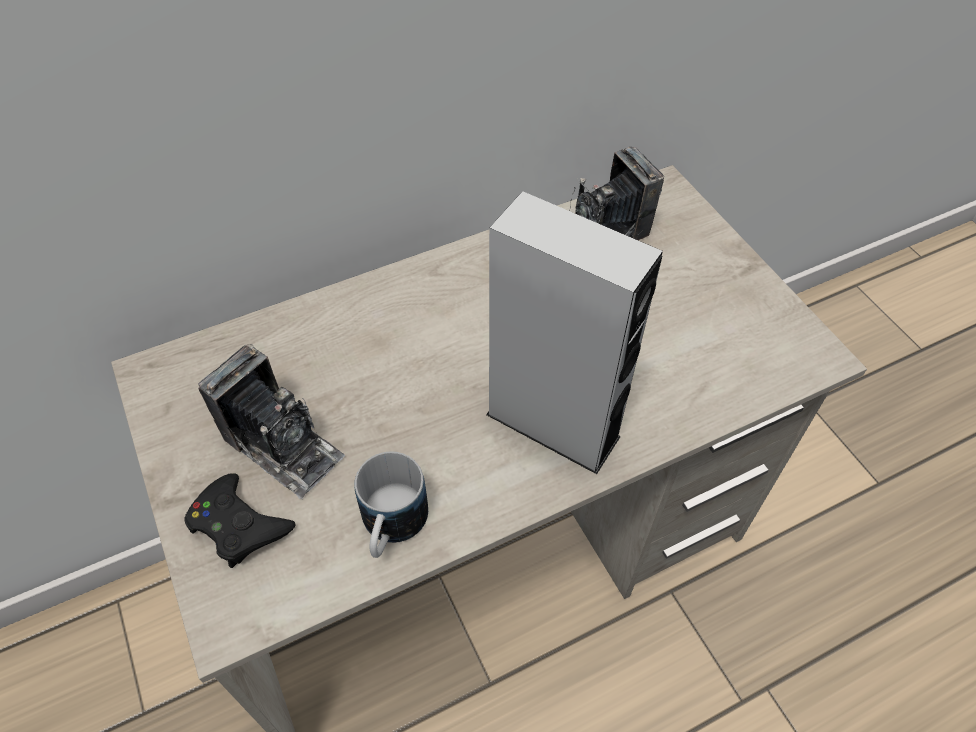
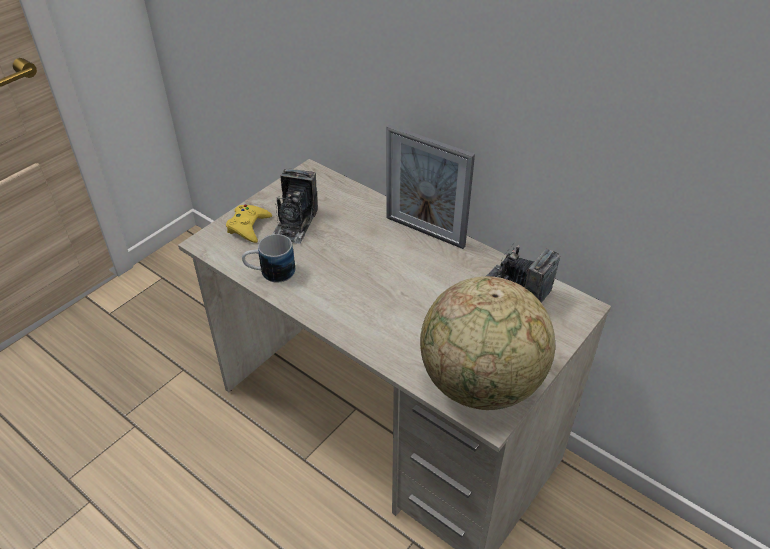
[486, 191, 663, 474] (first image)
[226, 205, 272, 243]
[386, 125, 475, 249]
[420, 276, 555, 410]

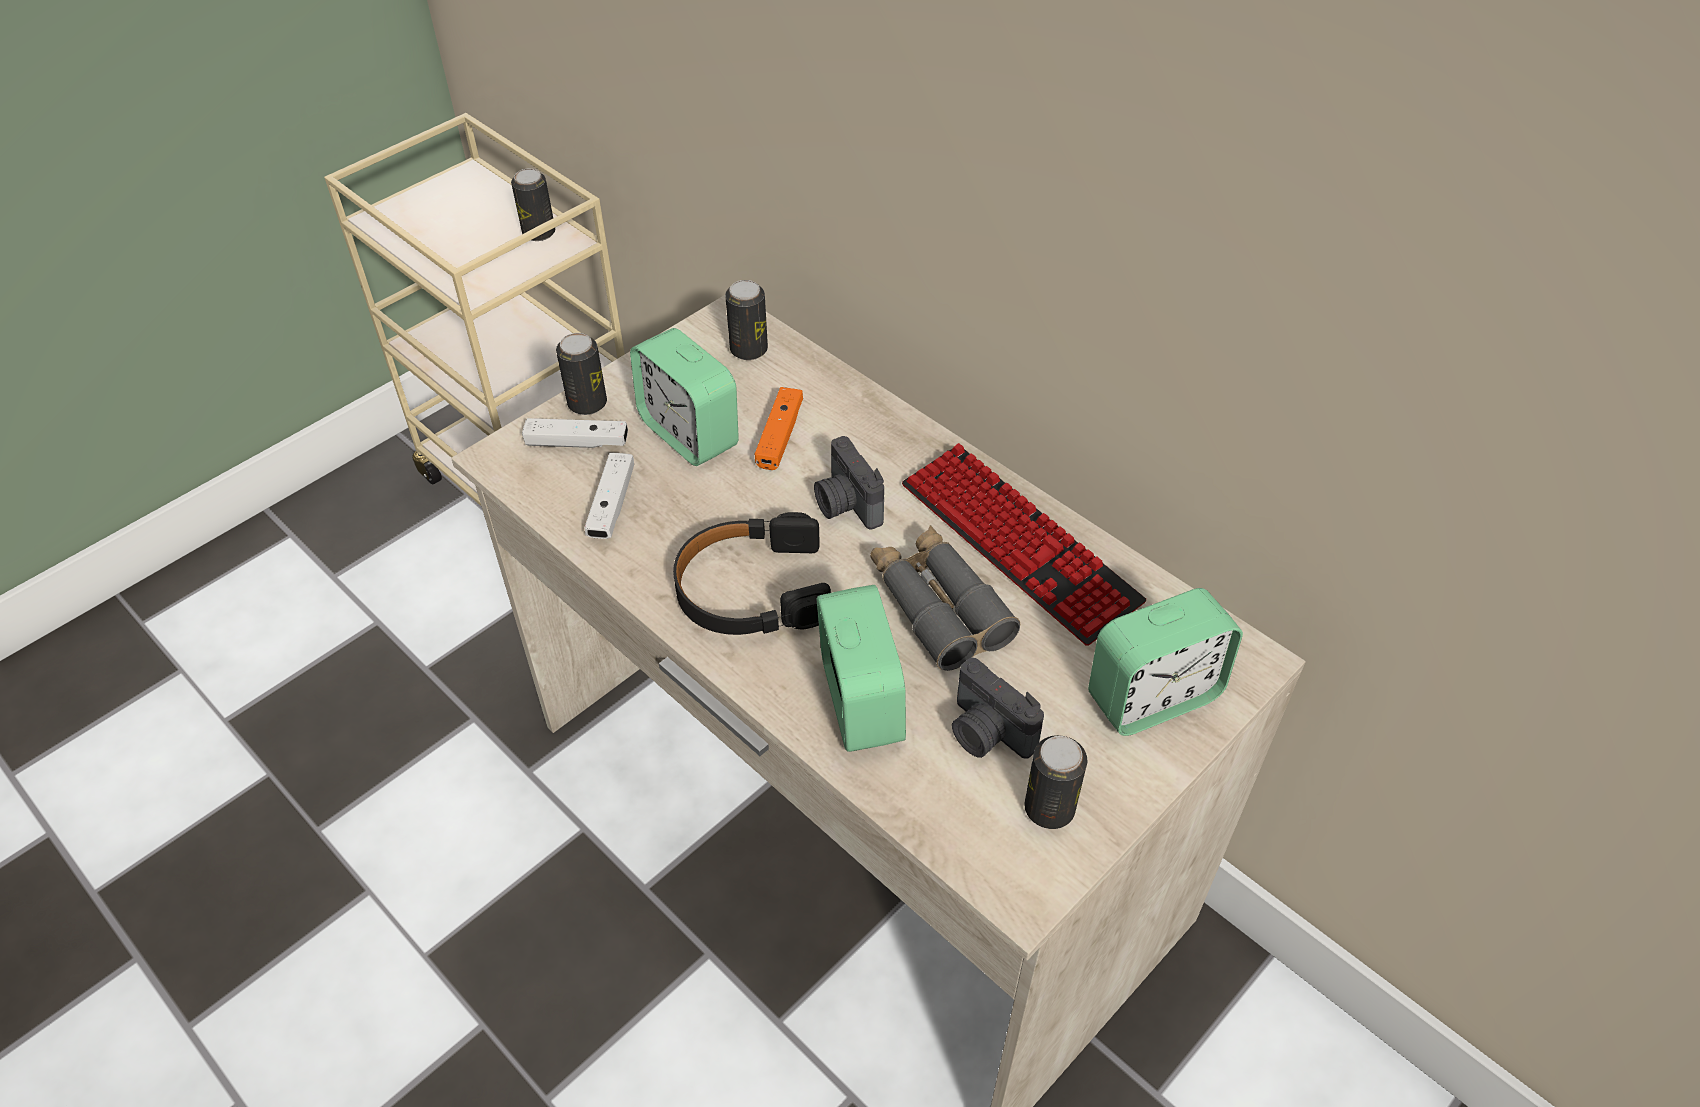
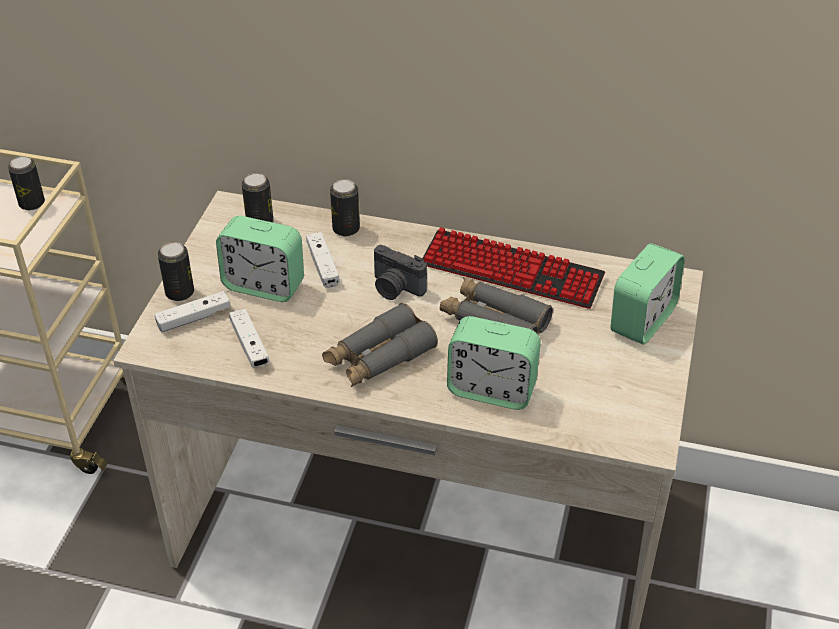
[306, 232, 339, 288]
[322, 303, 438, 387]
[447, 316, 541, 410]
[952, 658, 1044, 759] (first image)
[330, 179, 360, 236]

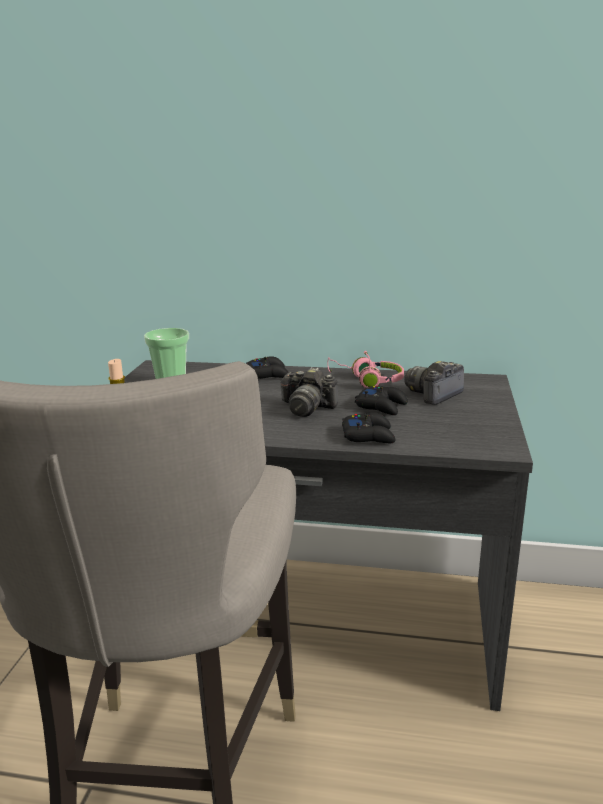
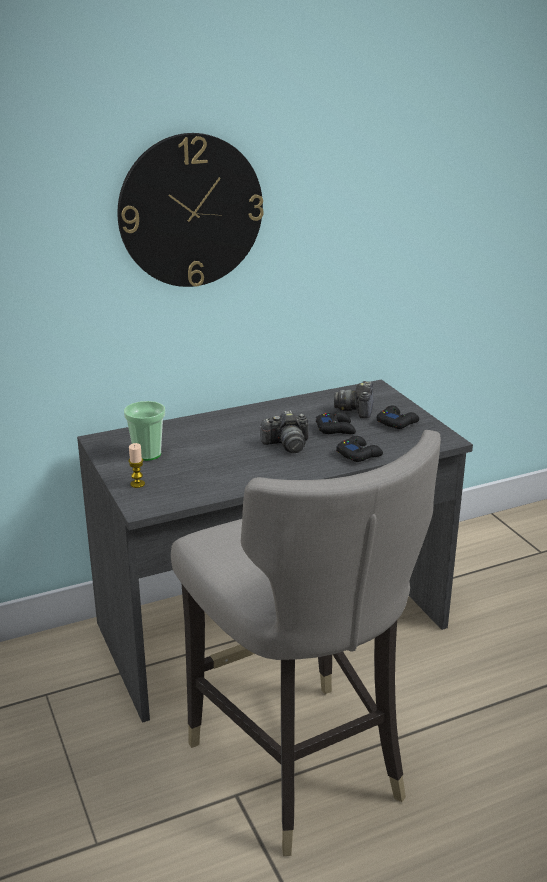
[328, 351, 404, 388] (first image)
[377, 405, 419, 429]
[117, 133, 264, 287]

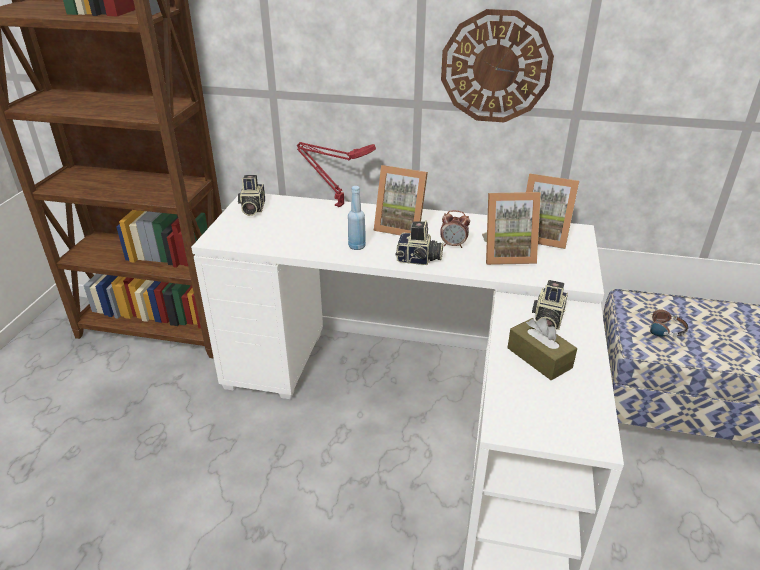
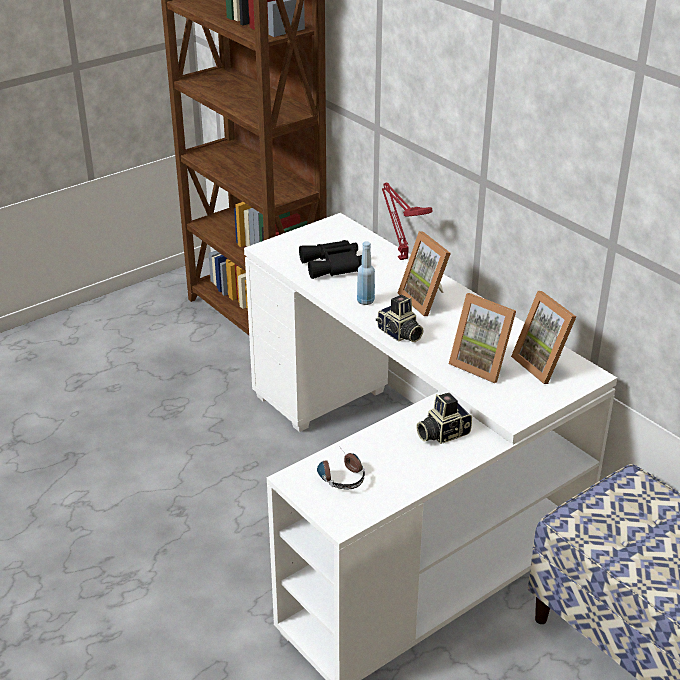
[441, 9, 554, 122] (first image)
[238, 175, 265, 216] (first image)
[440, 210, 470, 248] (first image)
[317, 445, 365, 489]
[508, 318, 577, 380] (first image)
[299, 240, 362, 279]

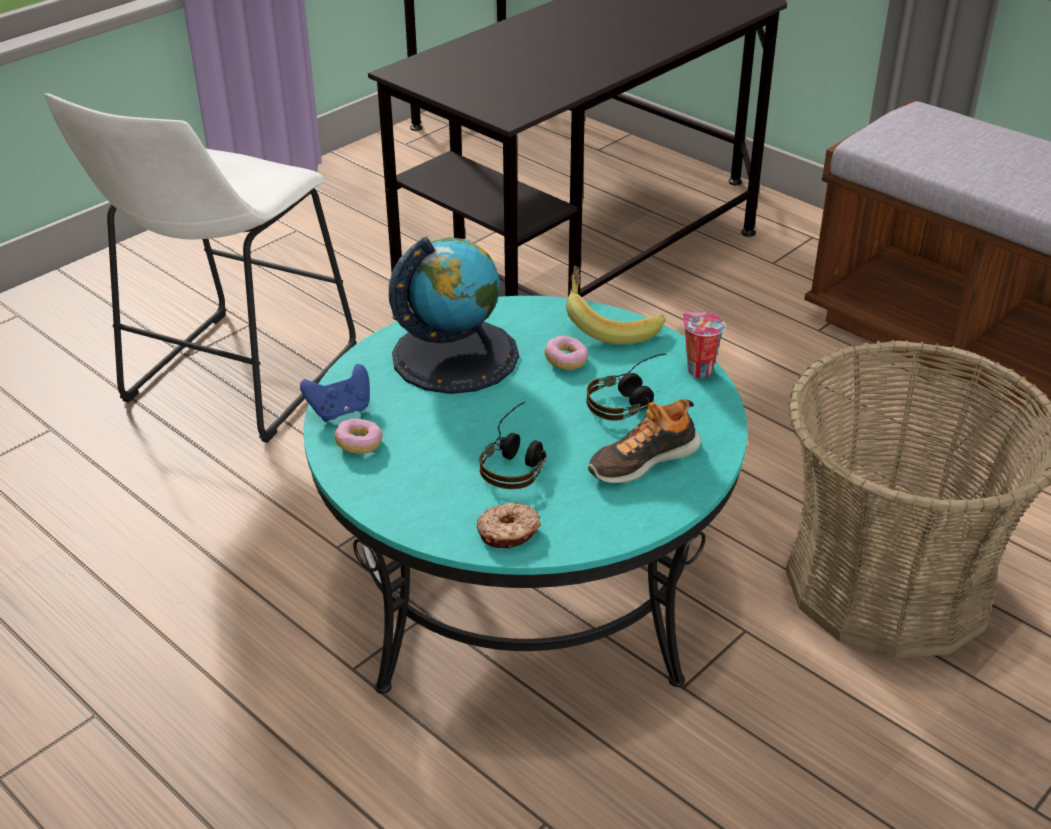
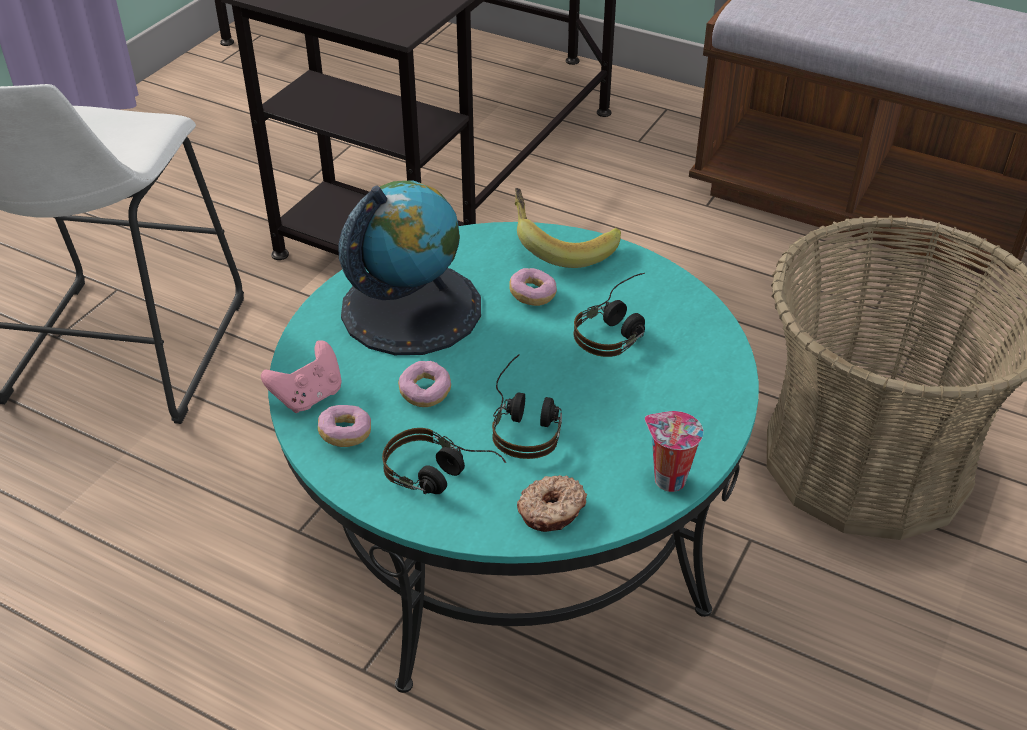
[645, 411, 704, 492]
[261, 340, 342, 413]
[588, 399, 701, 484] (first image)
[398, 361, 451, 407]
[382, 428, 506, 494]

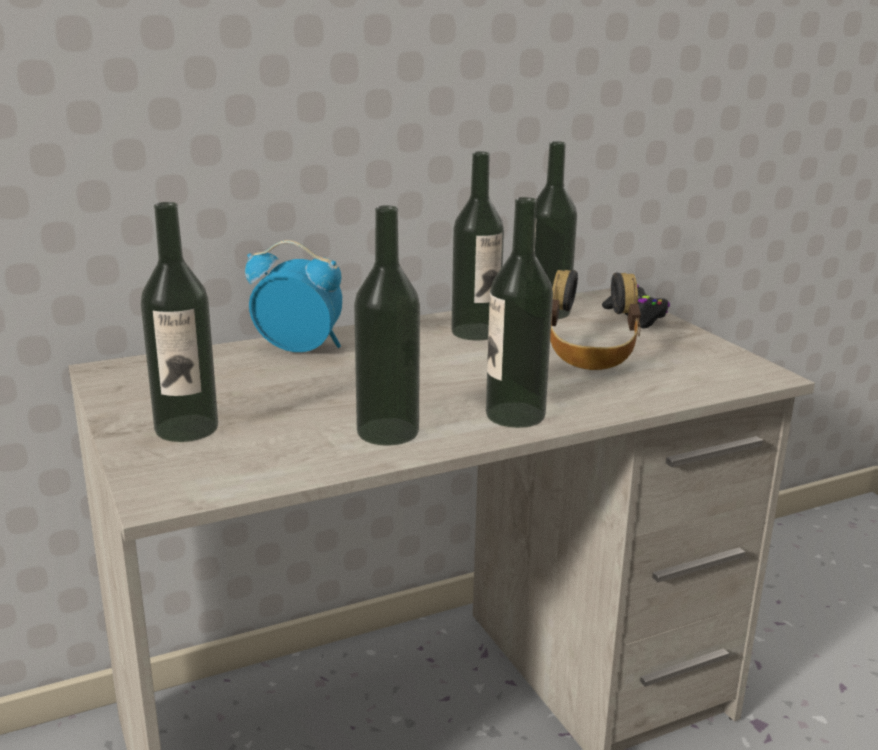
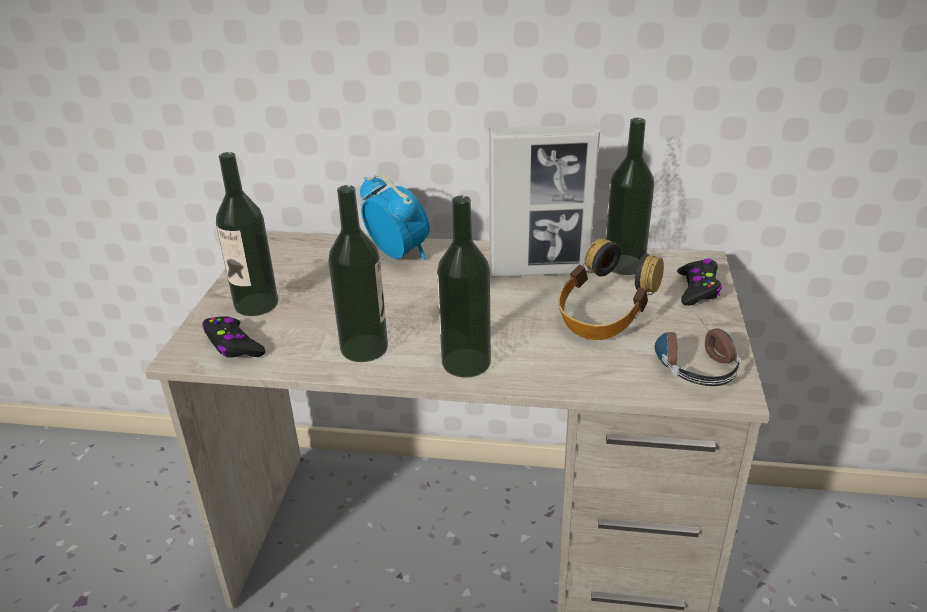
[489, 124, 600, 277]
[202, 316, 266, 358]
[655, 318, 741, 386]

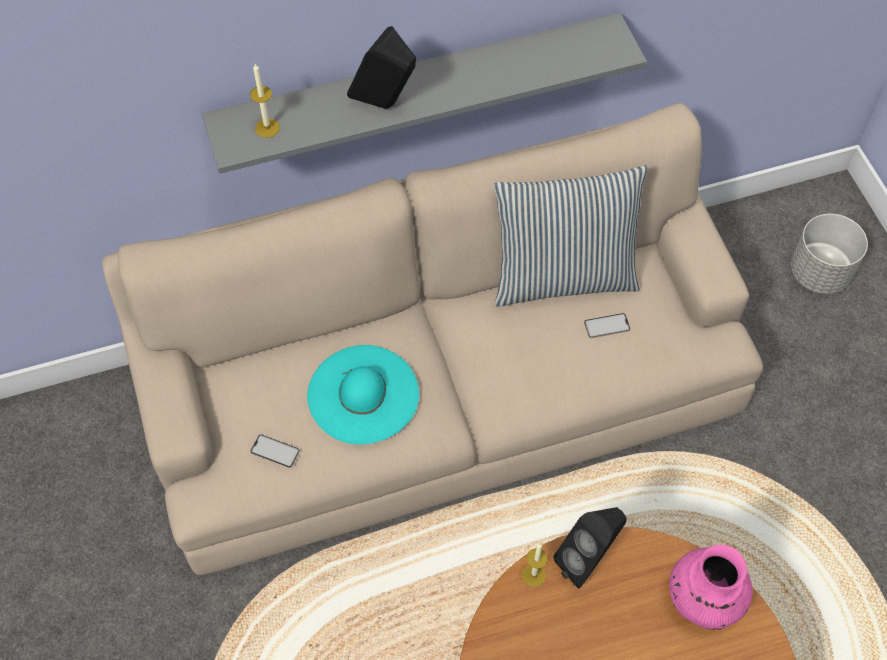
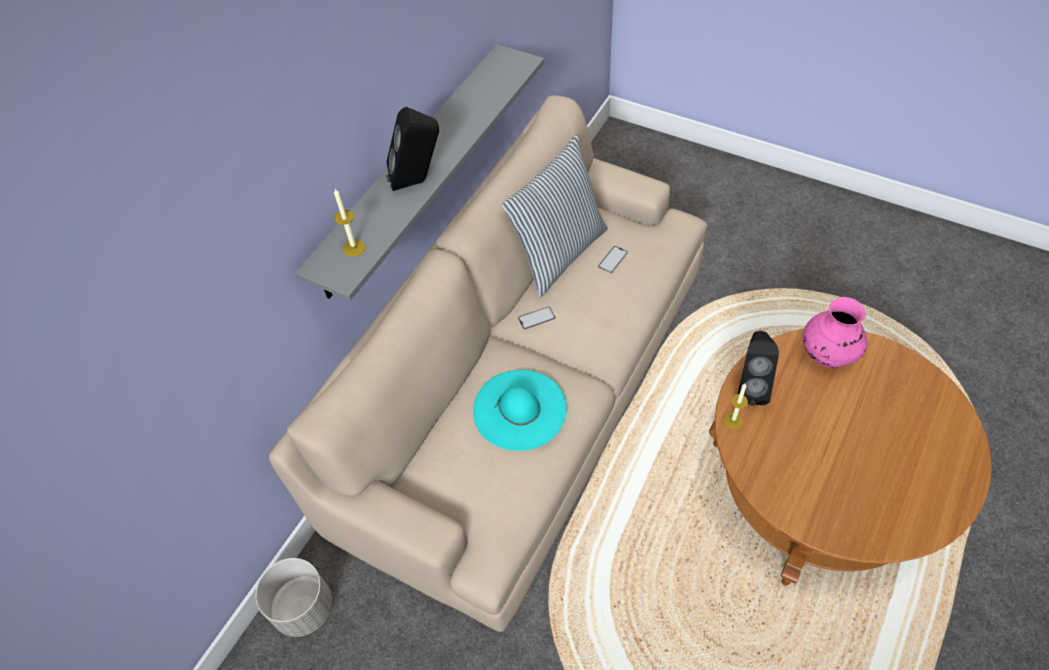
[255, 558, 332, 637]
[518, 306, 555, 330]

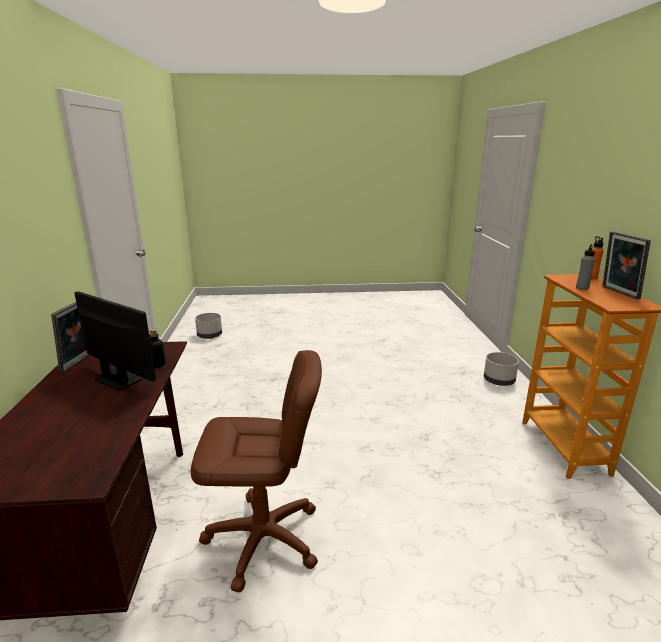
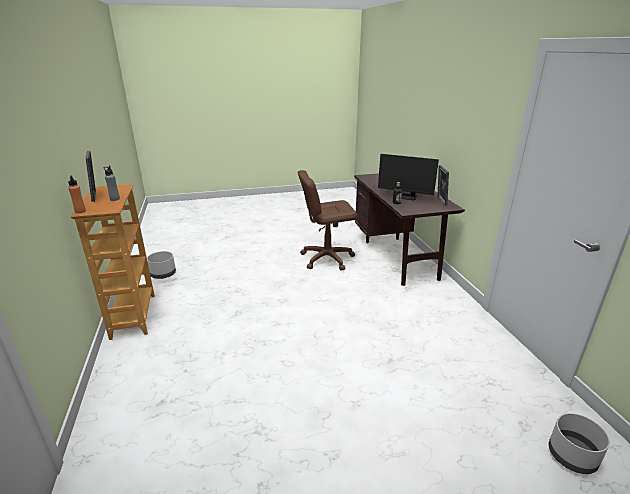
[147, 251, 176, 279]

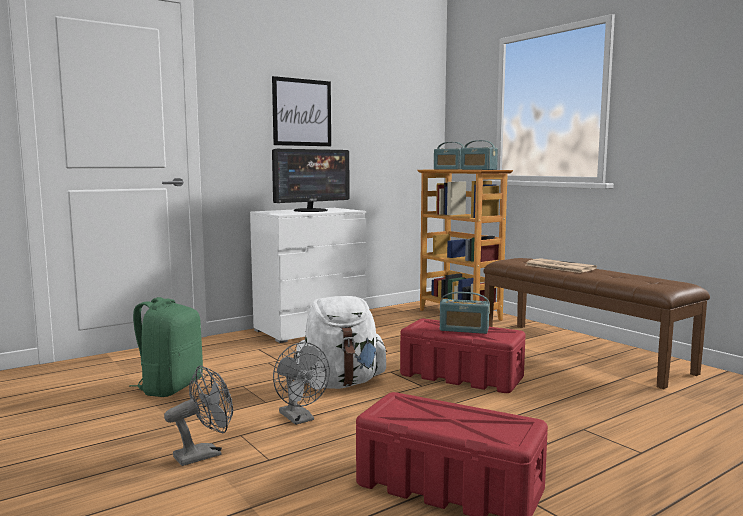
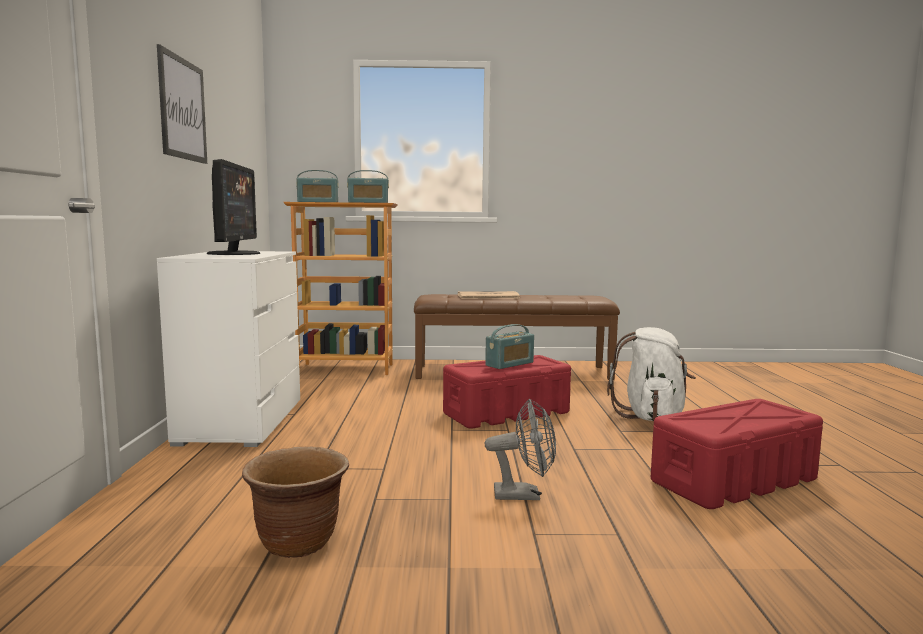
[607, 327, 696, 421]
[242, 446, 349, 558]
[164, 365, 233, 466] (first image)

